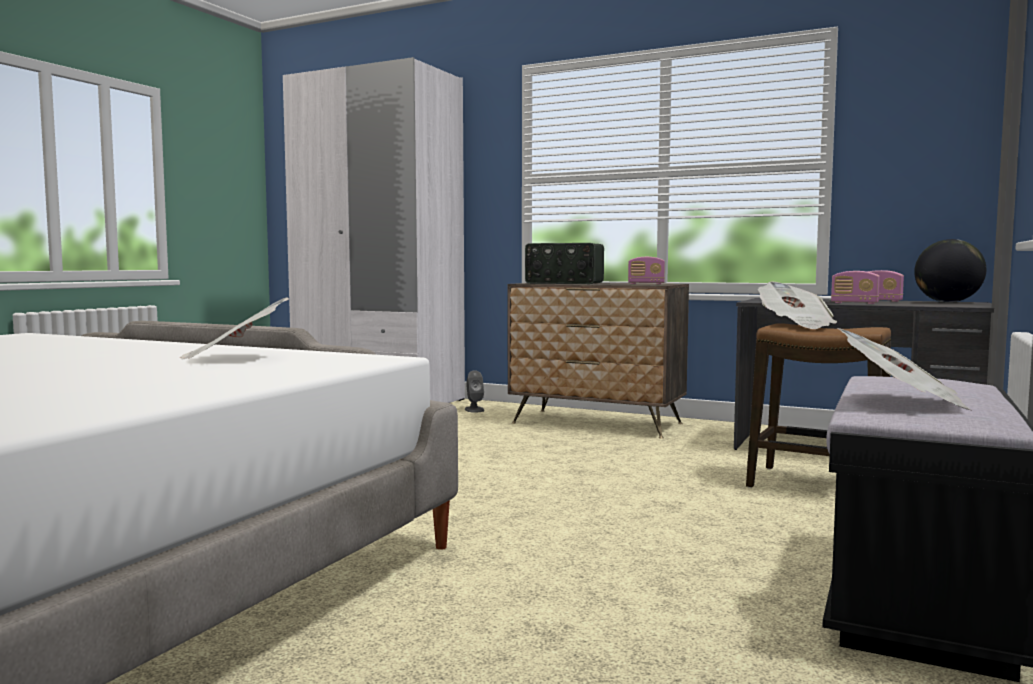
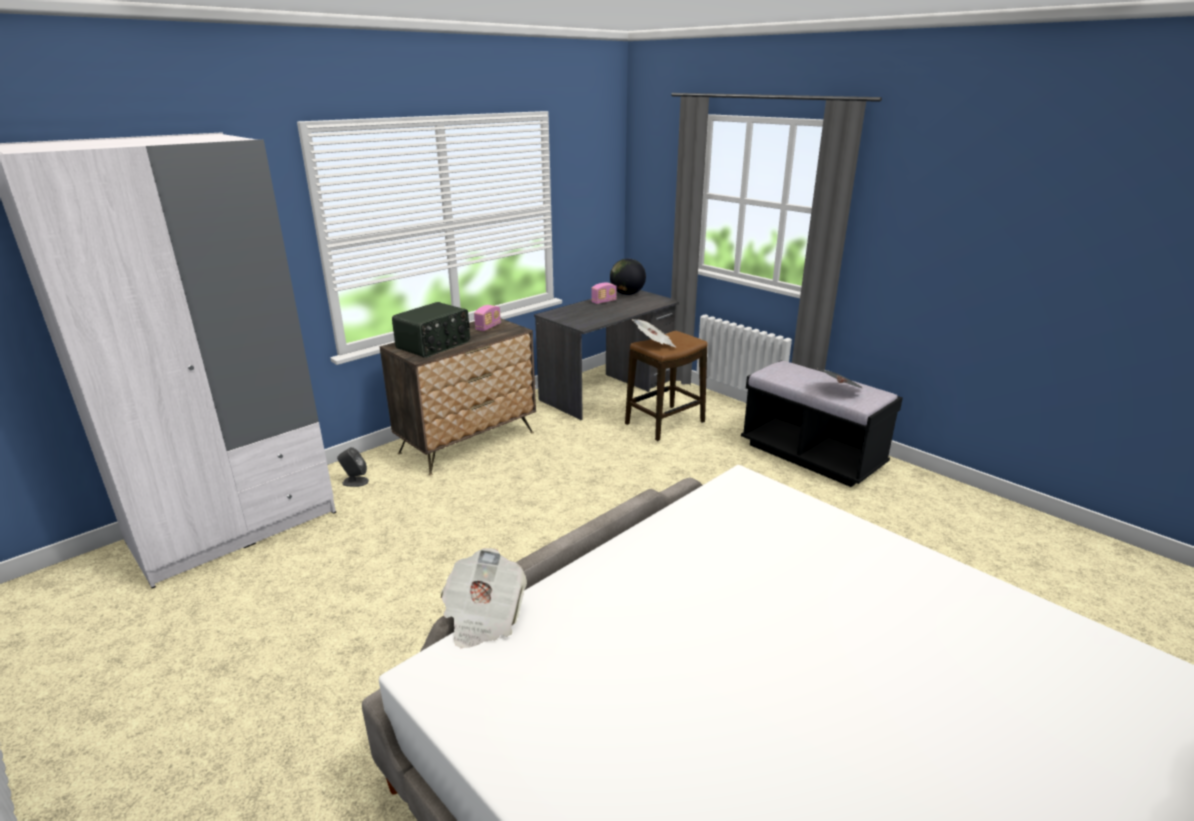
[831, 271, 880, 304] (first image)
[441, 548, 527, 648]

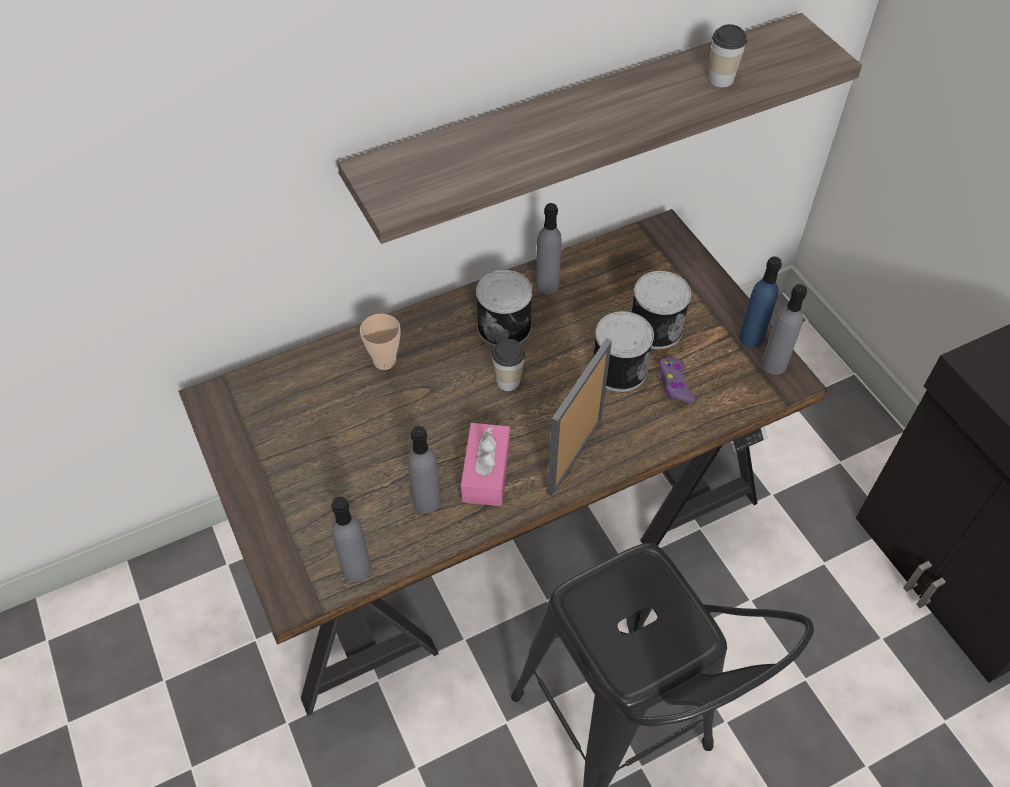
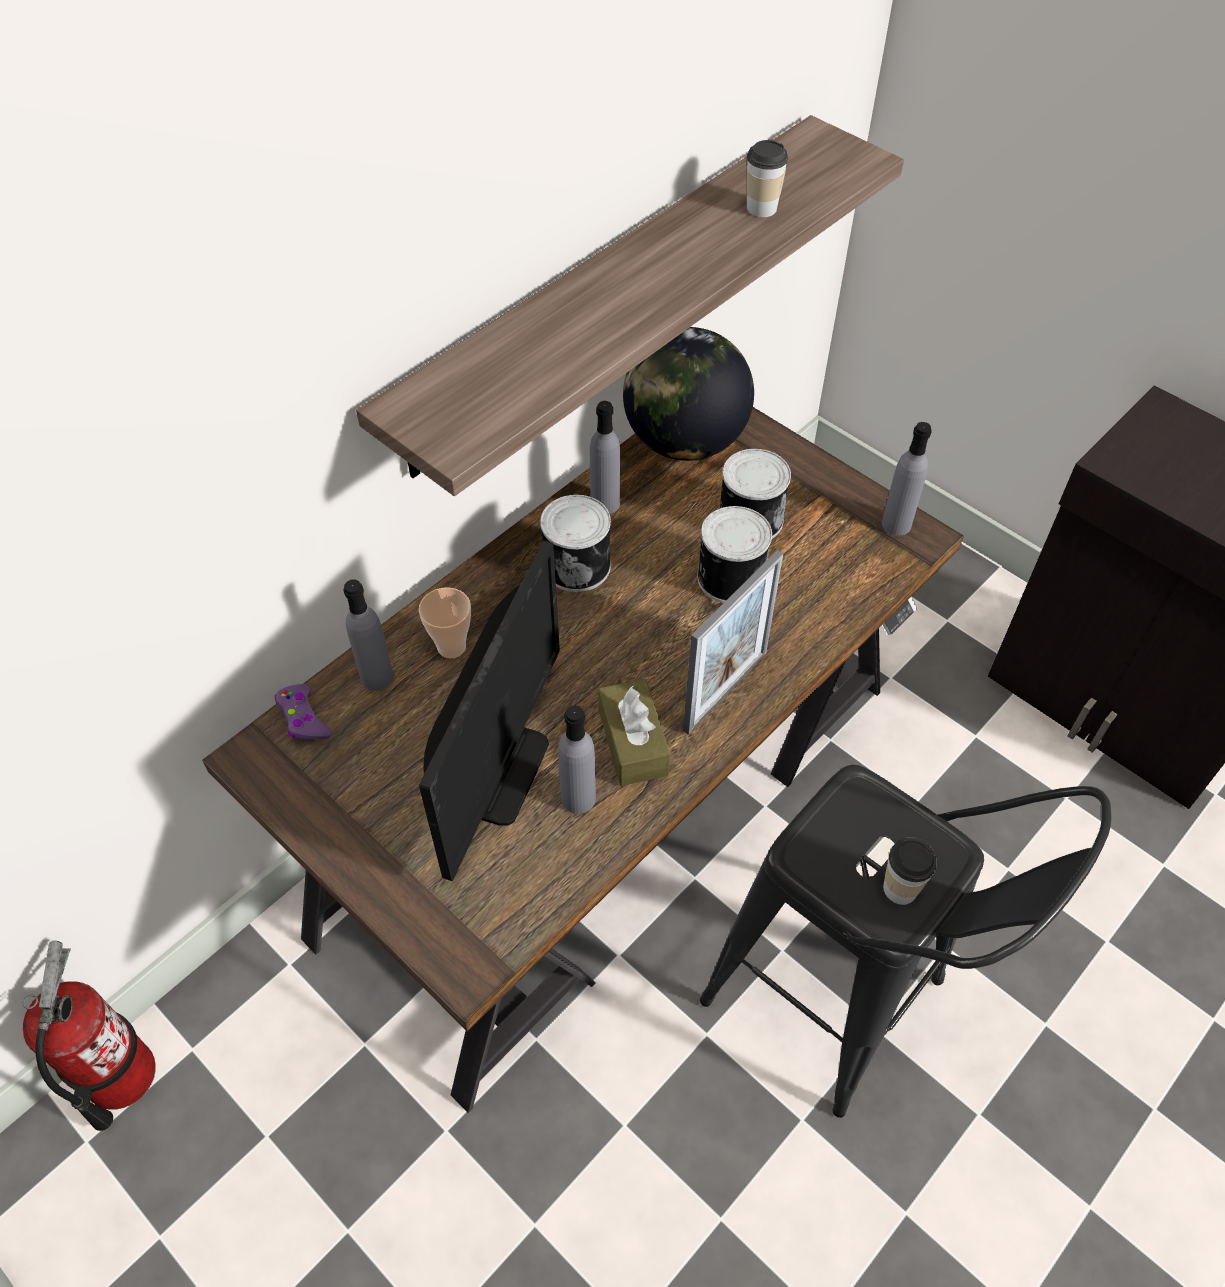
[739, 257, 782, 347] (first image)
[683, 550, 783, 735]
[883, 837, 937, 905]
[275, 684, 332, 740]
[598, 679, 670, 786]
[344, 579, 394, 691]
[623, 327, 754, 461]
[419, 540, 560, 881]
[23, 940, 156, 1131]

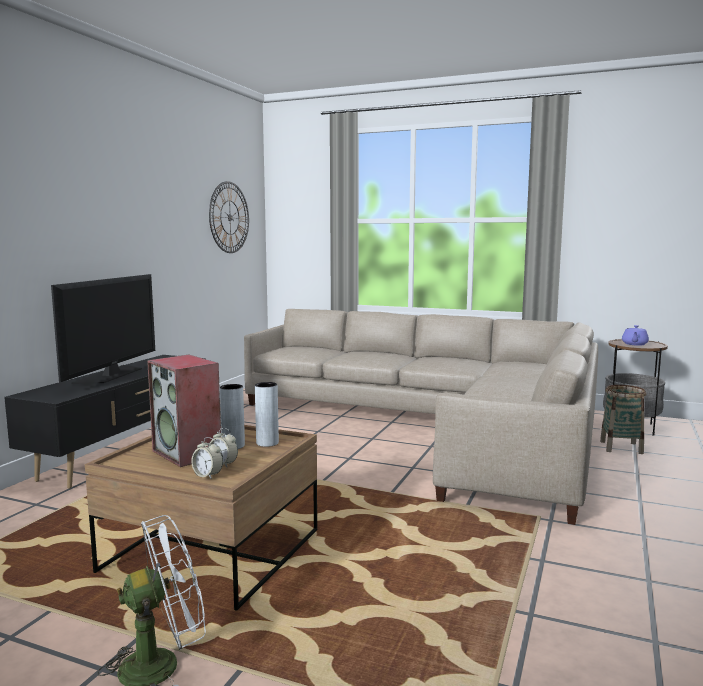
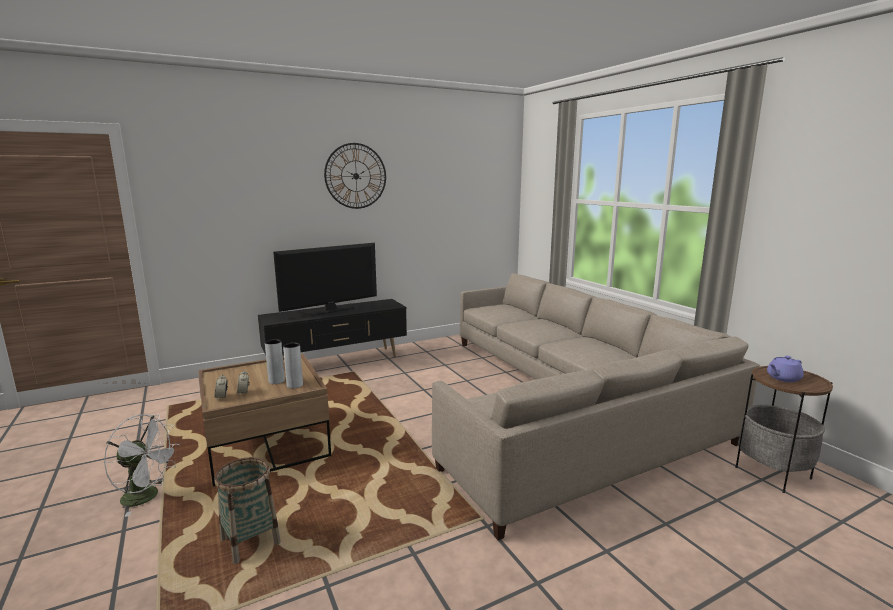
[324, 143, 386, 209]
[147, 354, 221, 467] (first image)
[214, 457, 281, 564]

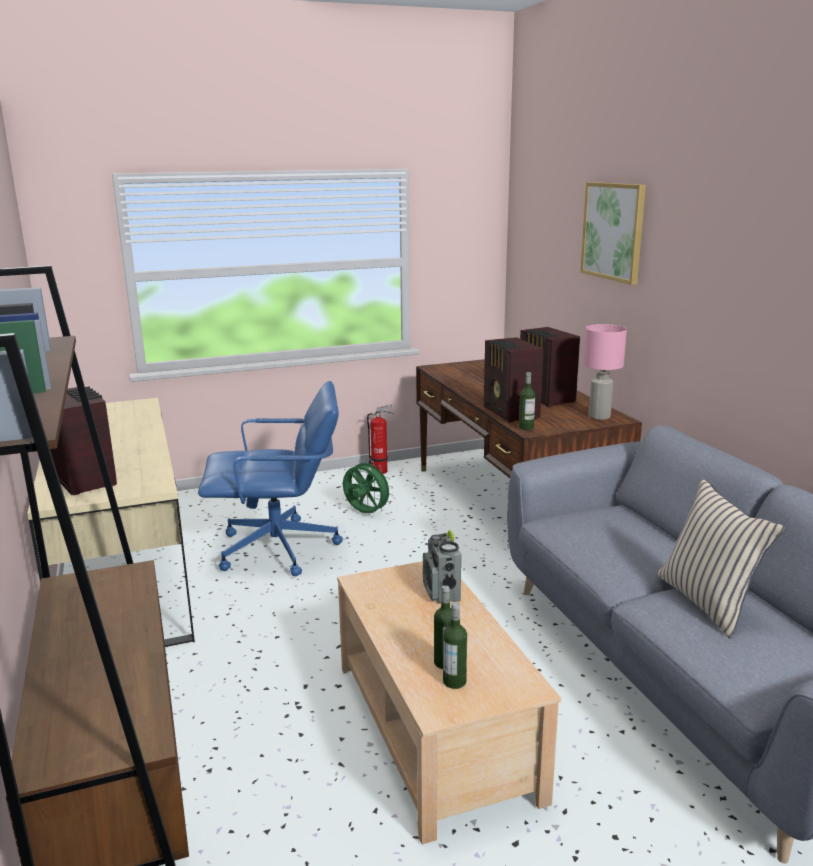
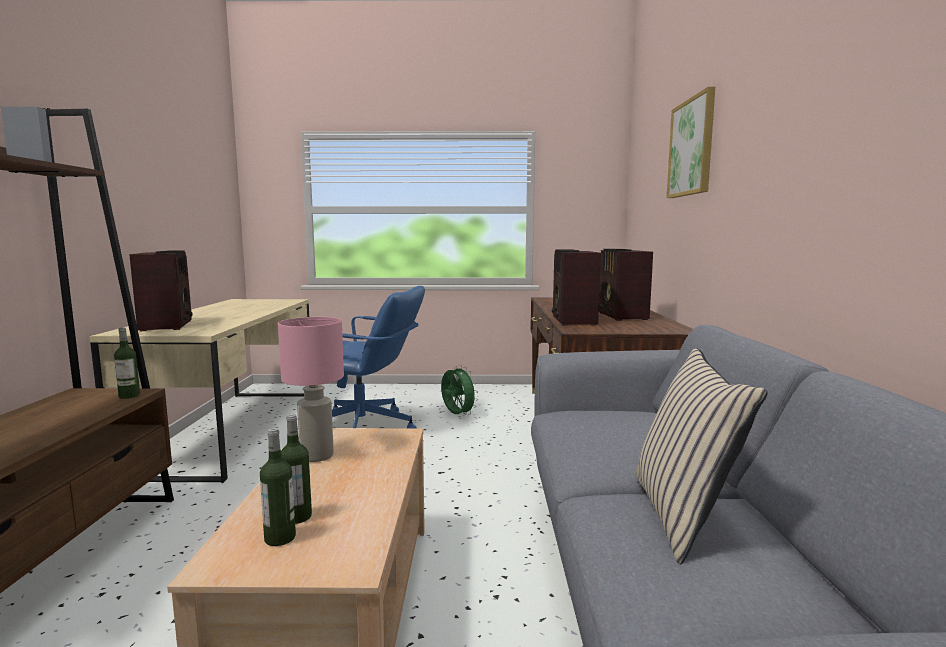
[278, 317, 344, 462]
[114, 327, 140, 399]
[367, 404, 394, 474] (first image)
[423, 530, 461, 603] (first image)

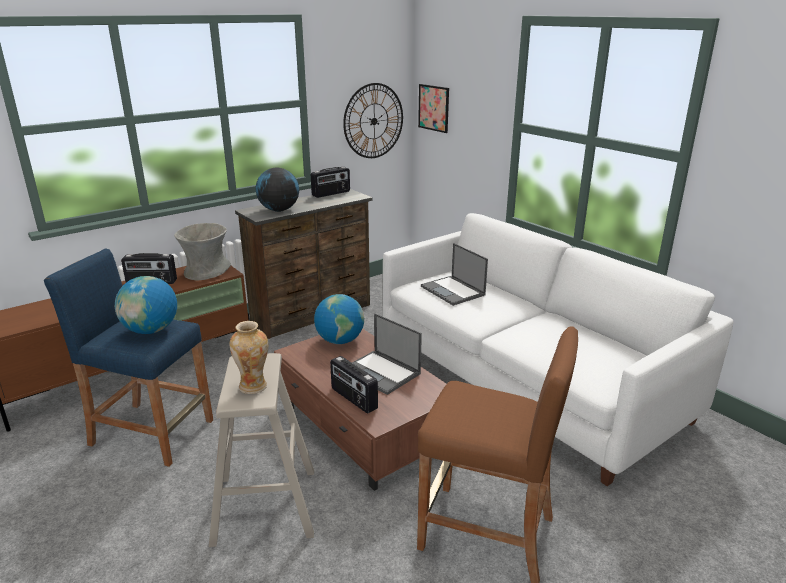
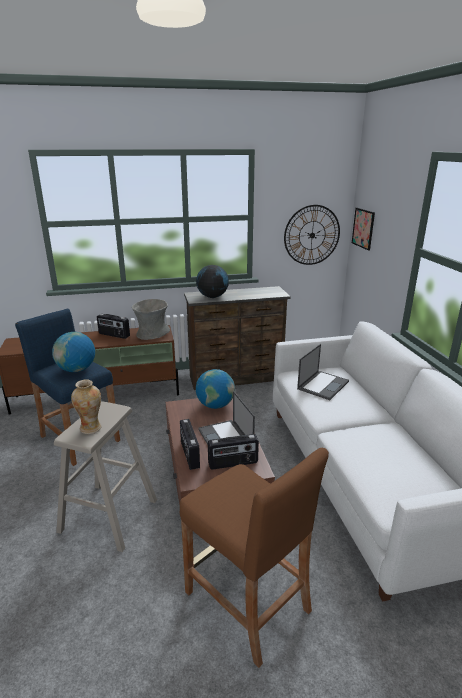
[208, 434, 259, 470]
[297, 344, 349, 400]

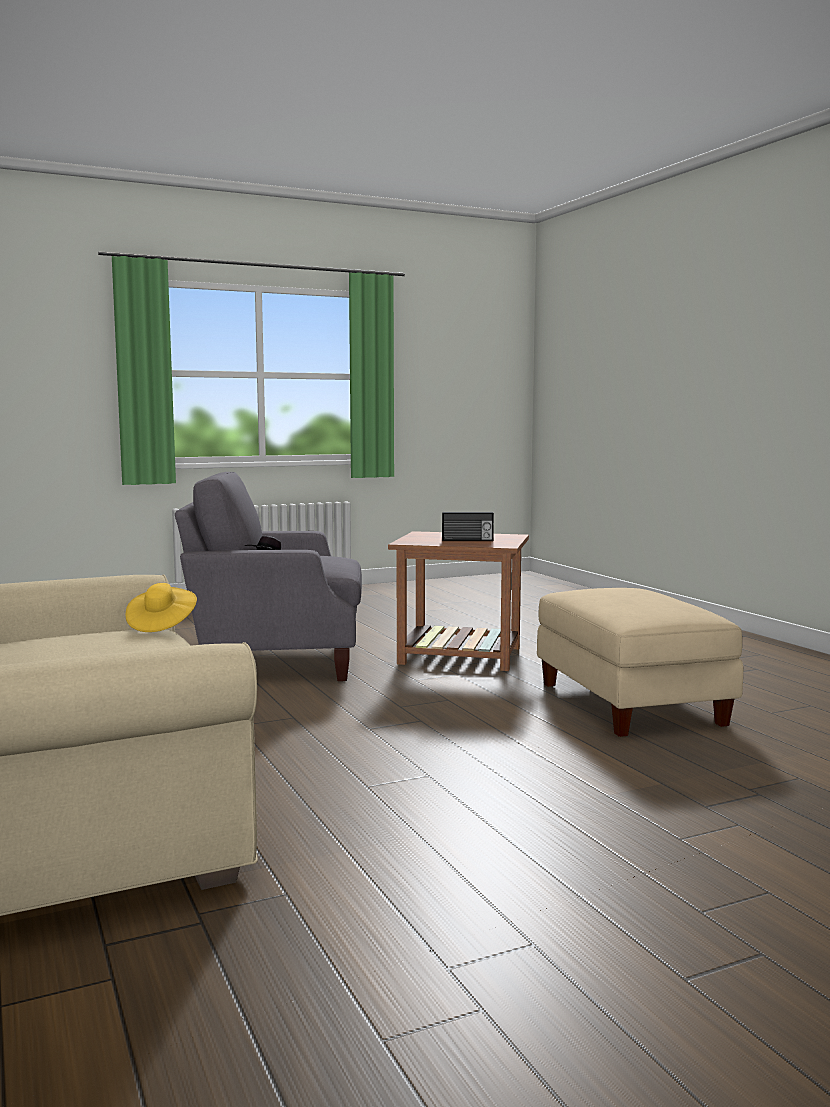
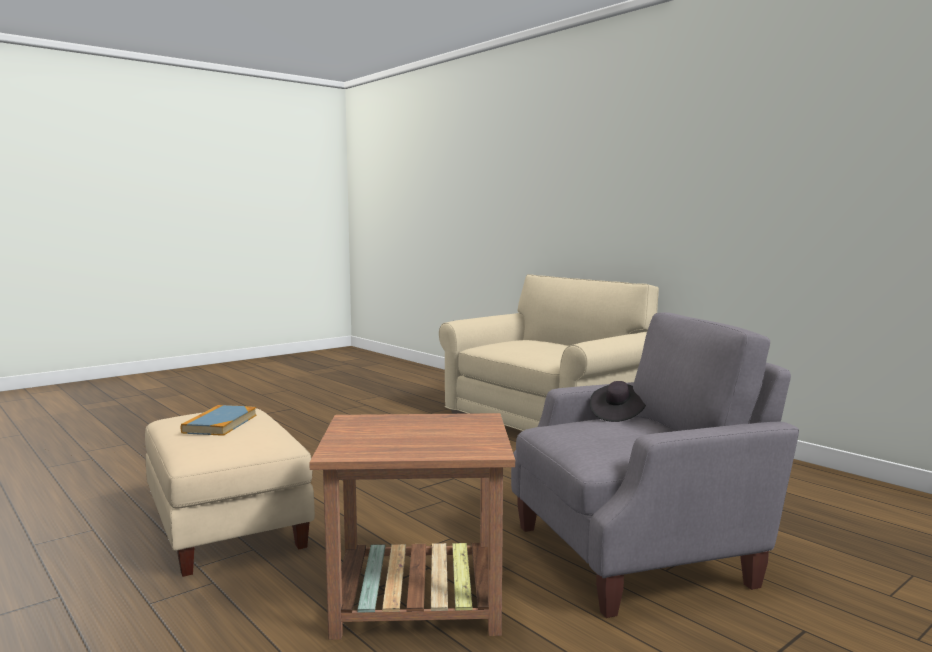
[442, 512, 494, 541] (first image)
[126, 583, 197, 632] (first image)
[181, 405, 257, 436]

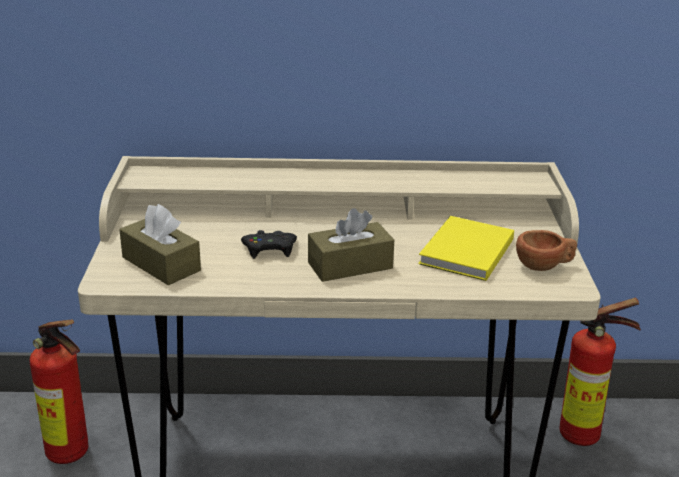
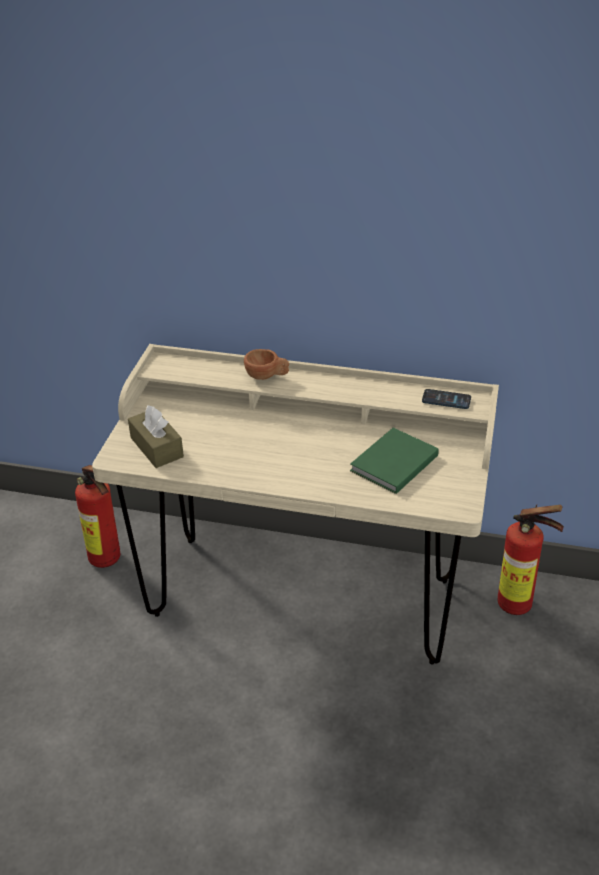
[308, 208, 394, 282] (first image)
[350, 428, 439, 494]
[241, 230, 297, 259] (first image)
[244, 349, 289, 380]
[422, 389, 471, 409]

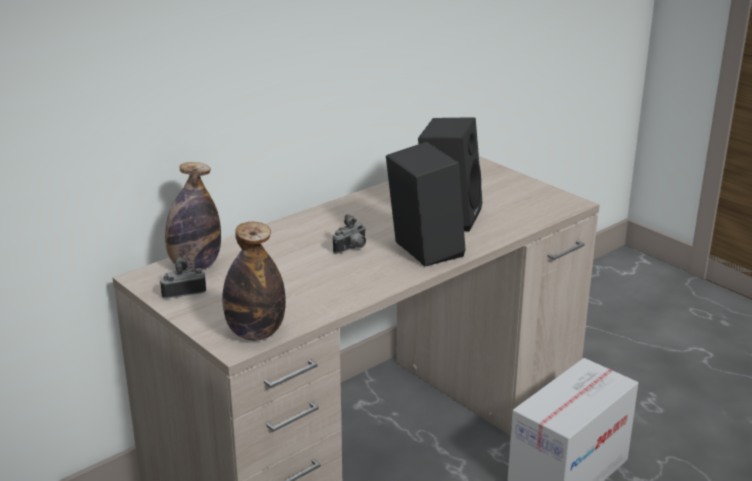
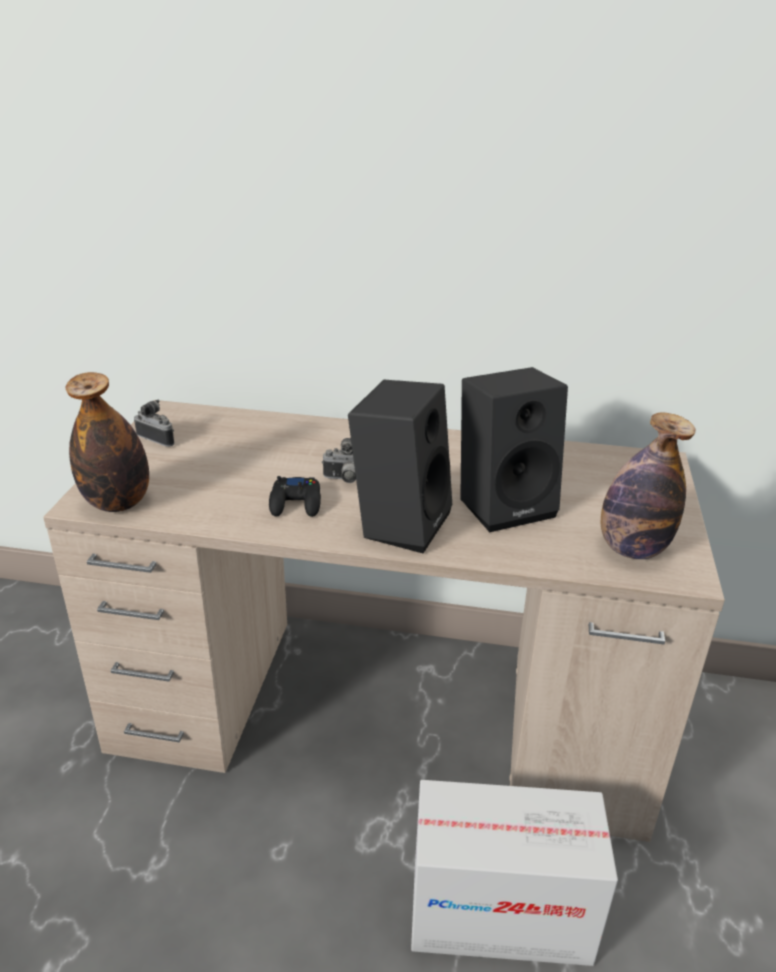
[601, 413, 696, 559]
[269, 476, 321, 517]

